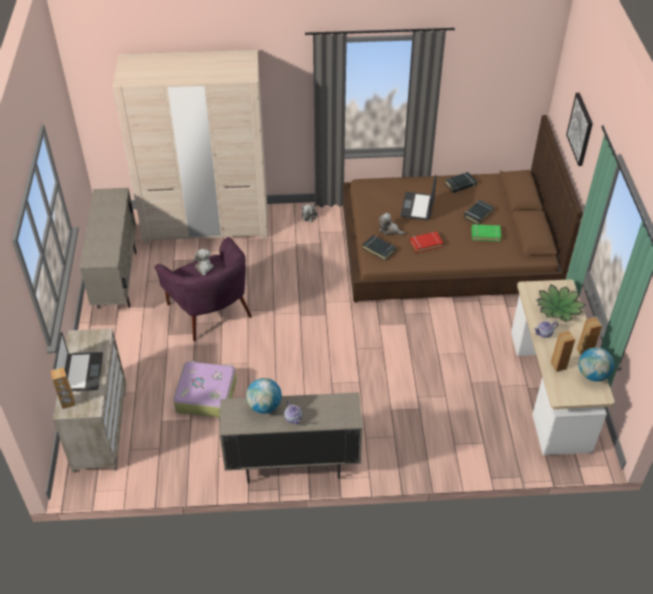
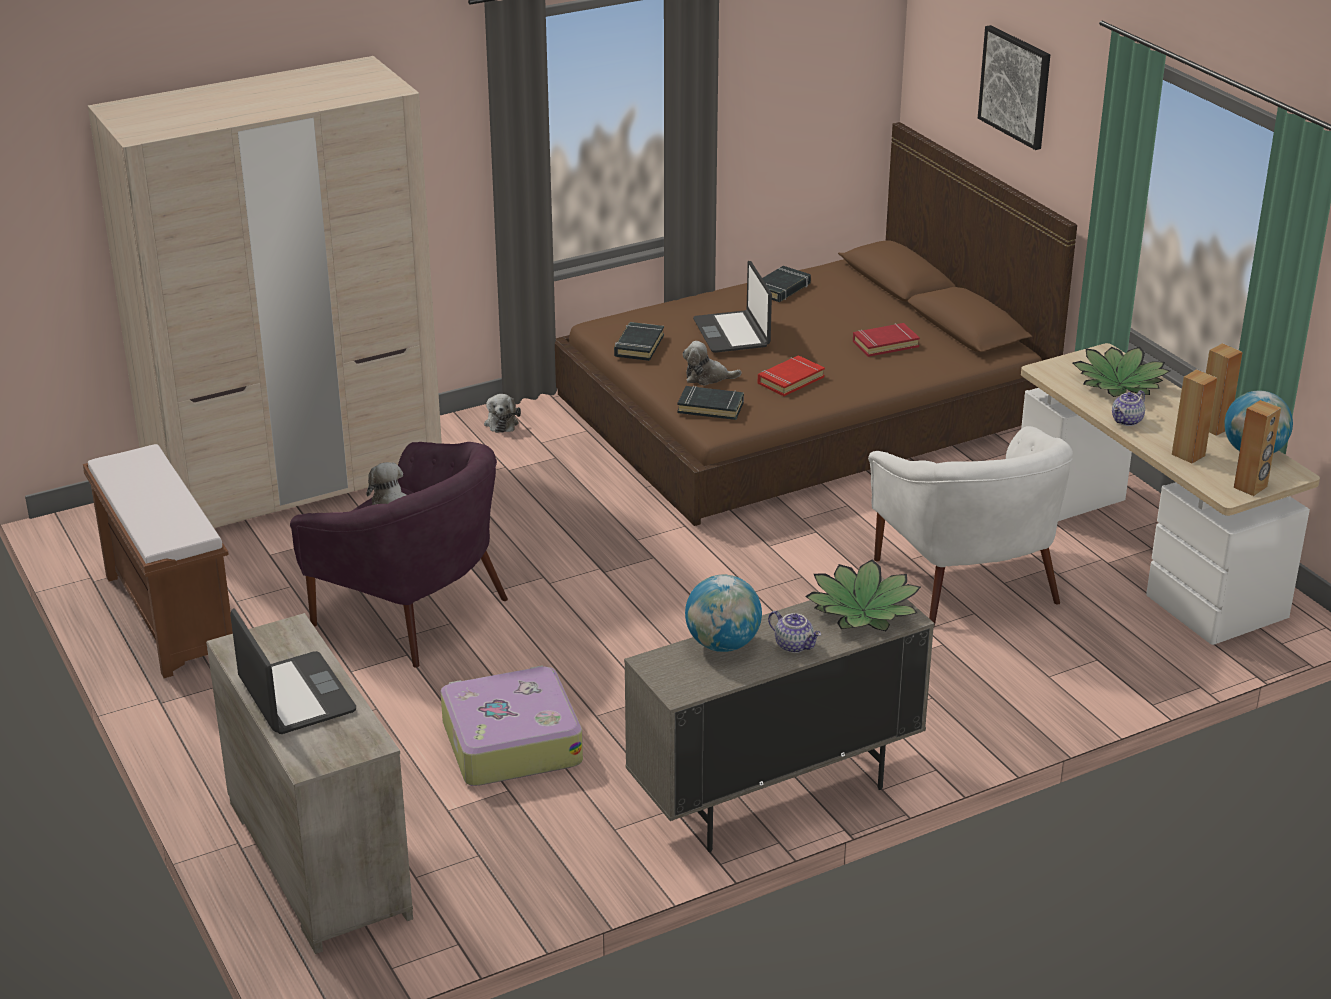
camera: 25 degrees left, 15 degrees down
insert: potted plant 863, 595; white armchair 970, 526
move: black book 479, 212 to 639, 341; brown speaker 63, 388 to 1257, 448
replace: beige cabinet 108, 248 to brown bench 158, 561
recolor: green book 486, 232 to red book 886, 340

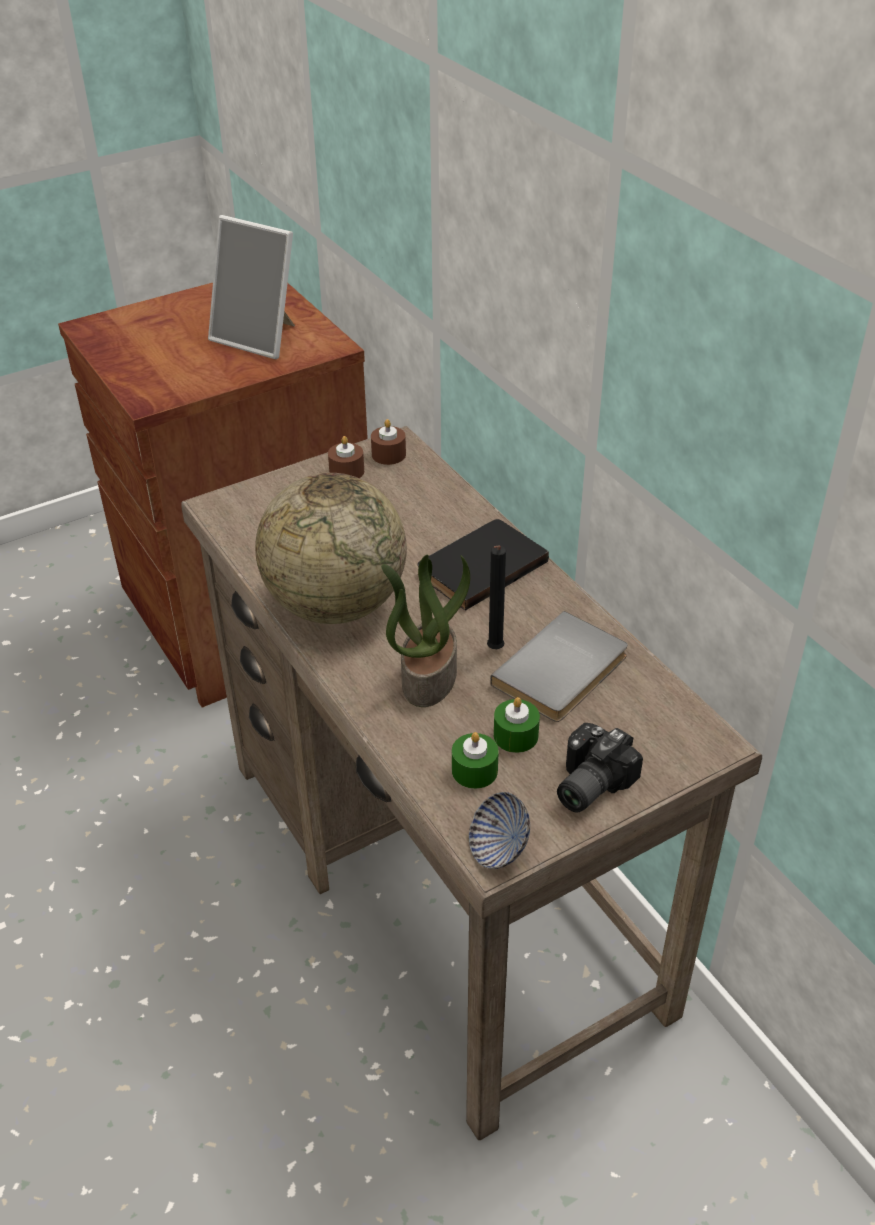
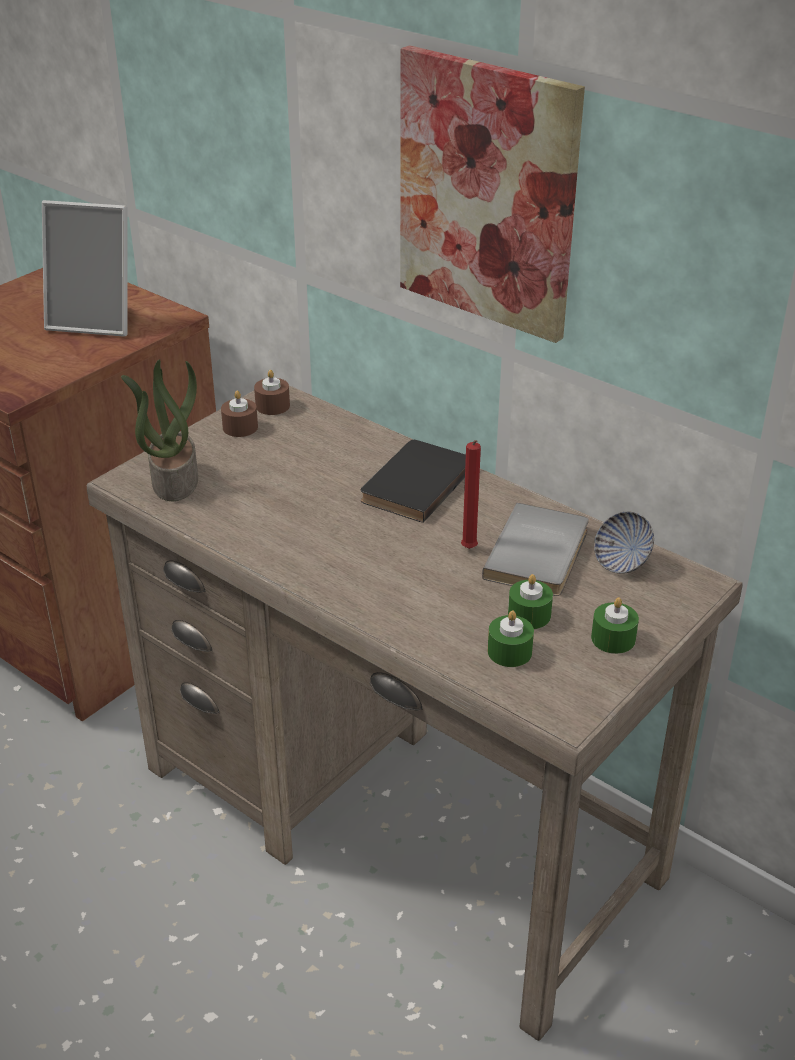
camera: 20 degrees left, 5 degrees down
delete: globe 331, 548
insert: picture 492, 194
move: potted plant 425, 631 to 159, 430; bowl 499, 830 to 624, 542
replace: photo camera 600, 768 to green candle 615, 625
recolor: black candle 496, 597 to red candle 471, 494

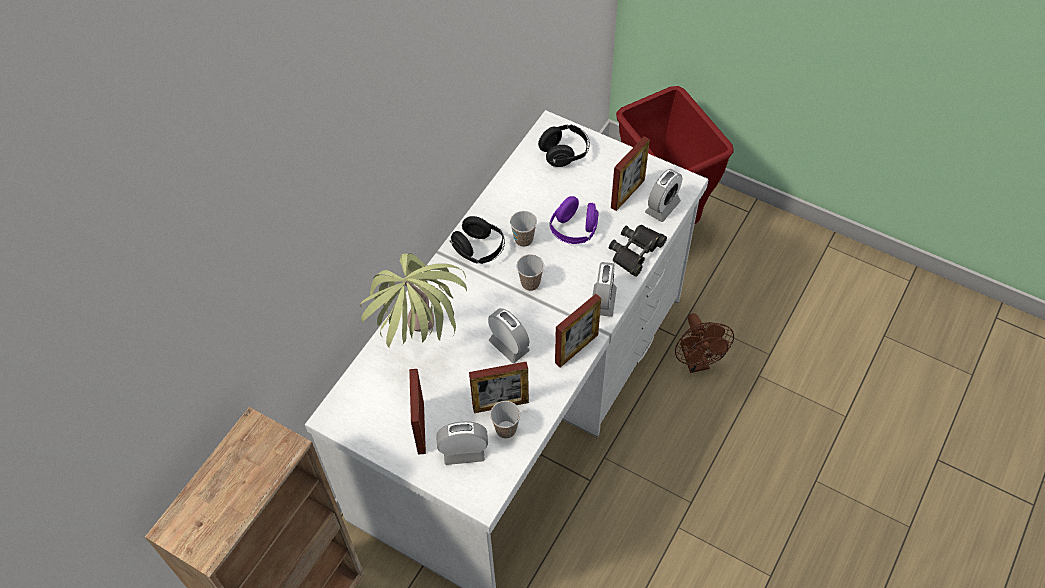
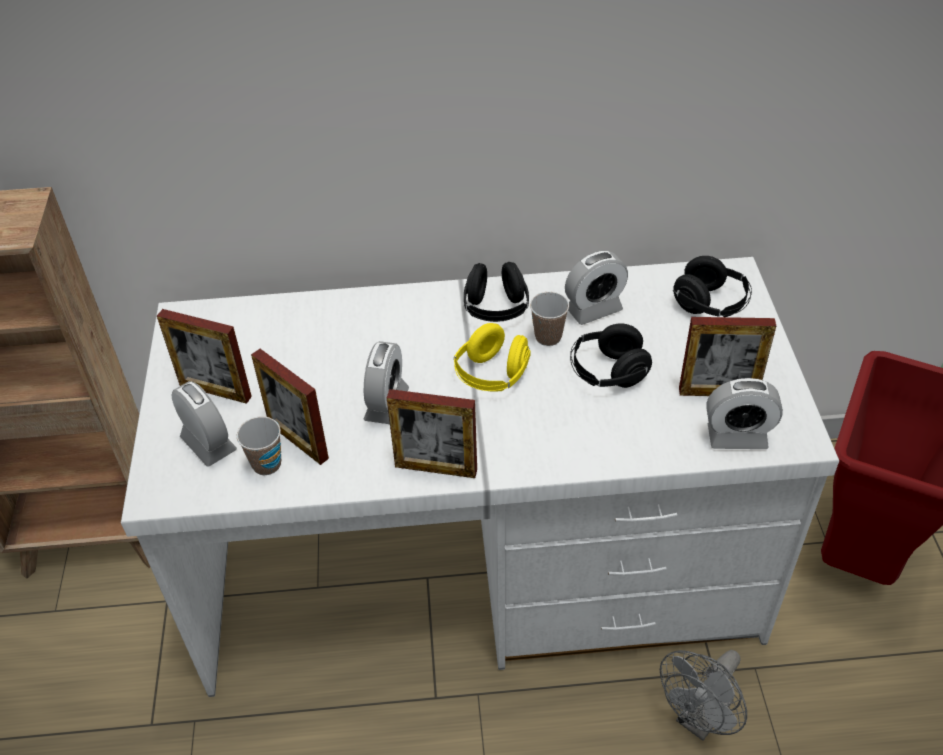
camera: 55 degrees right, 10 degrees down
delete: potted plant 413, 300; black binoculars 638, 251
move: alarm clock 604, 289 to 596, 288
replace: cup 530, 272 to yellow headphones 492, 357
recolor: purple headphones 574, 220 to black headphones 611, 355; brown fan 704, 343 to grey fan 703, 695
rotate: picture frame 417, 412 = 204, 356 120 degrees counterclockwise

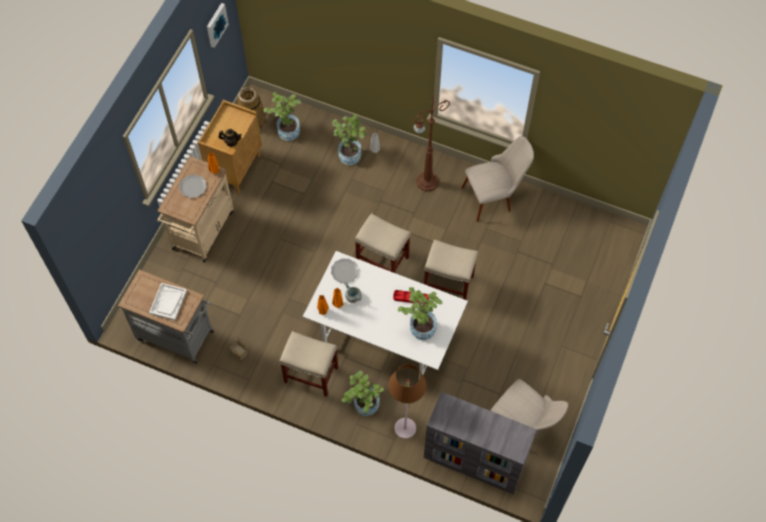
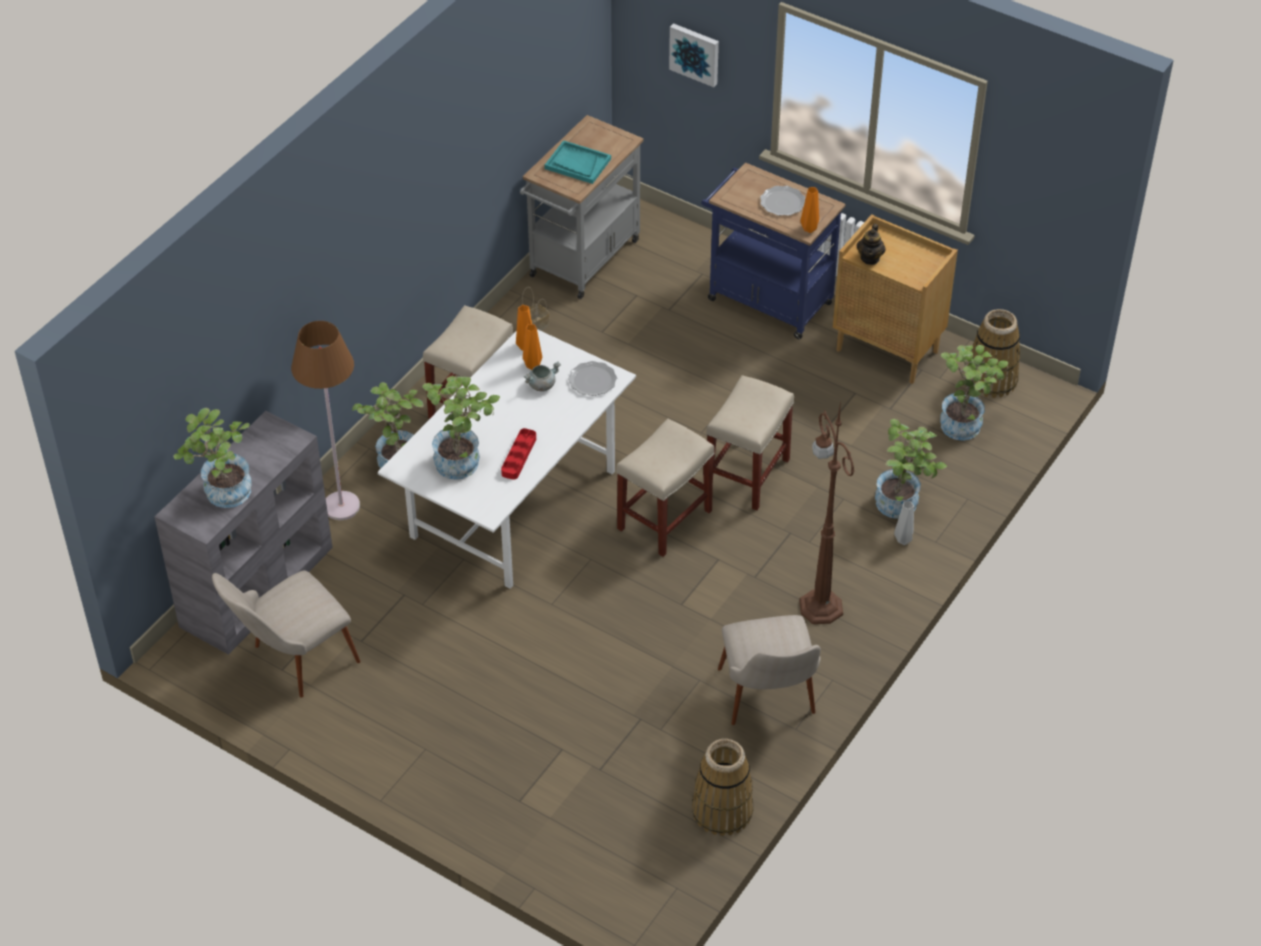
camera: 100 degrees right, 15 degrees down
insert: potted plant 213, 458; basket 722, 787
move: picture 218, 25 to 694, 55; beige stool 451, 269 to 750, 442
recolor: white tray 168, 301 to turquoise tray 578, 162; beige cart 195, 209 to blue cart 773, 250

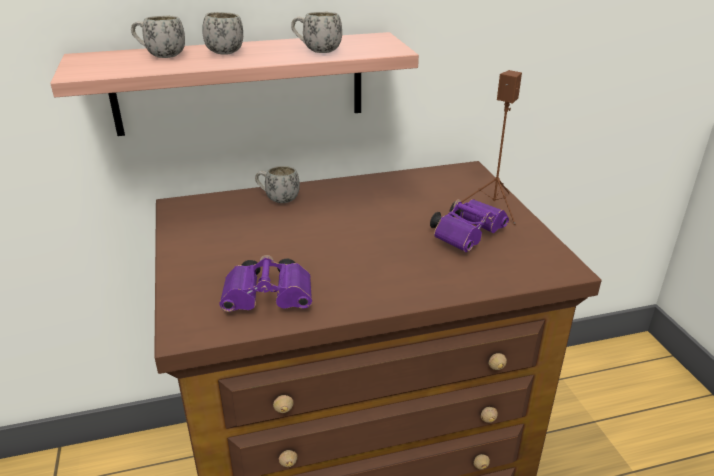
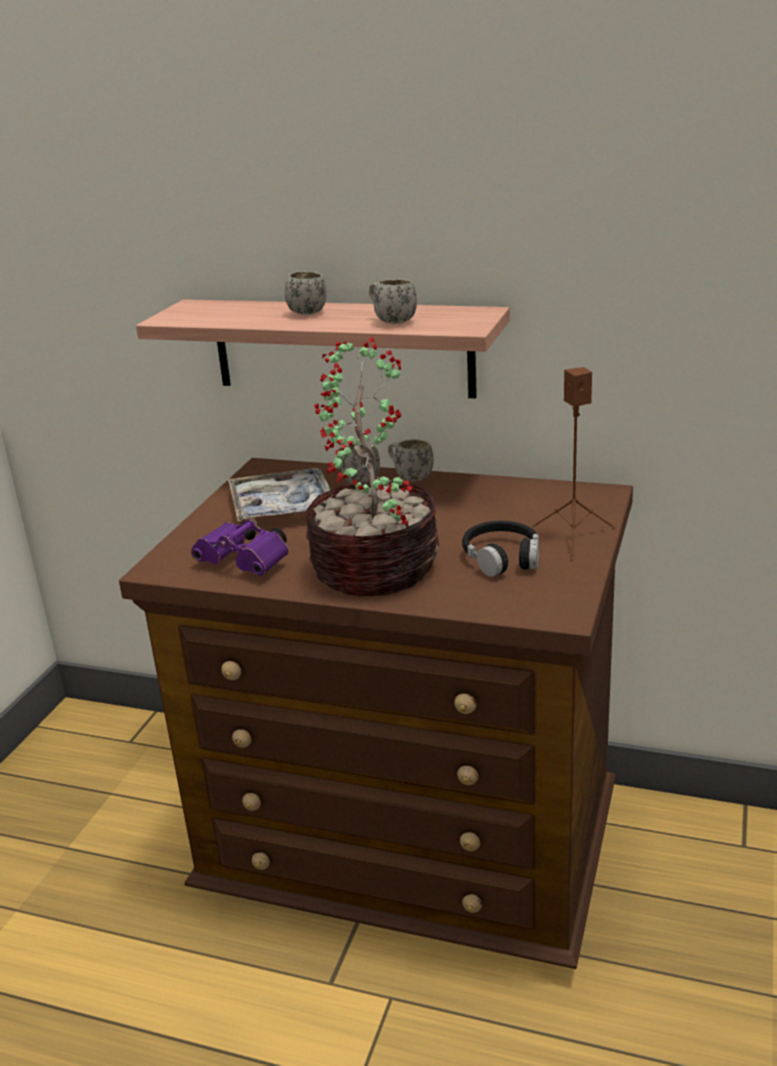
camera: 35 degrees right, 5 degrees down
insert: tray 280, 494; potted plant 373, 467
move: white mug 158, 37 to 411, 460
replace: purple binoculars 469, 225 to black headphones 500, 549

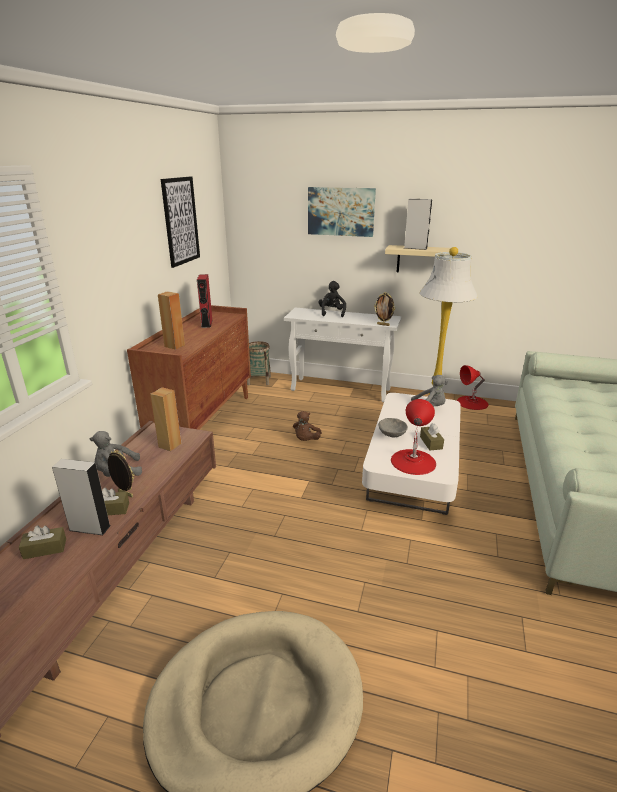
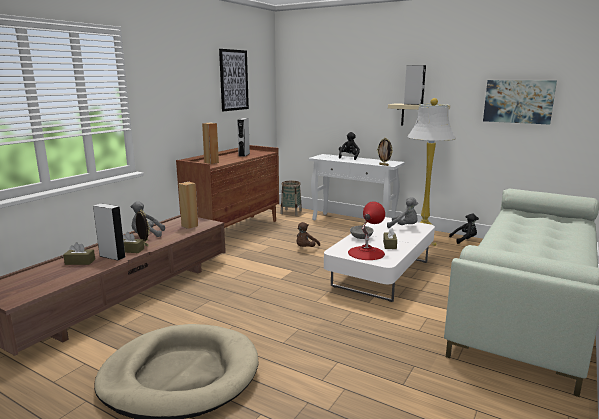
camera: 15 degrees right, 10 degrees down
move: picture 342, 212 to 520, 102
replace: red table lamp 473, 387 to black plush toy 464, 229
recolor: red speaker 205, 301 to grey speaker 243, 137

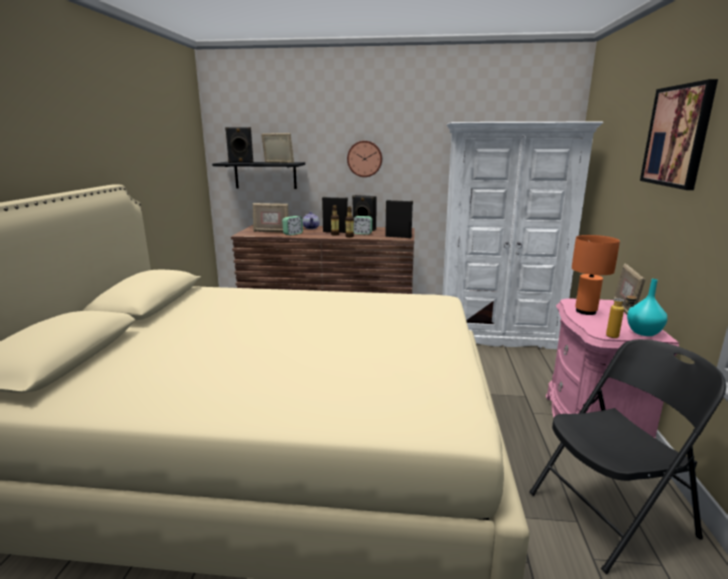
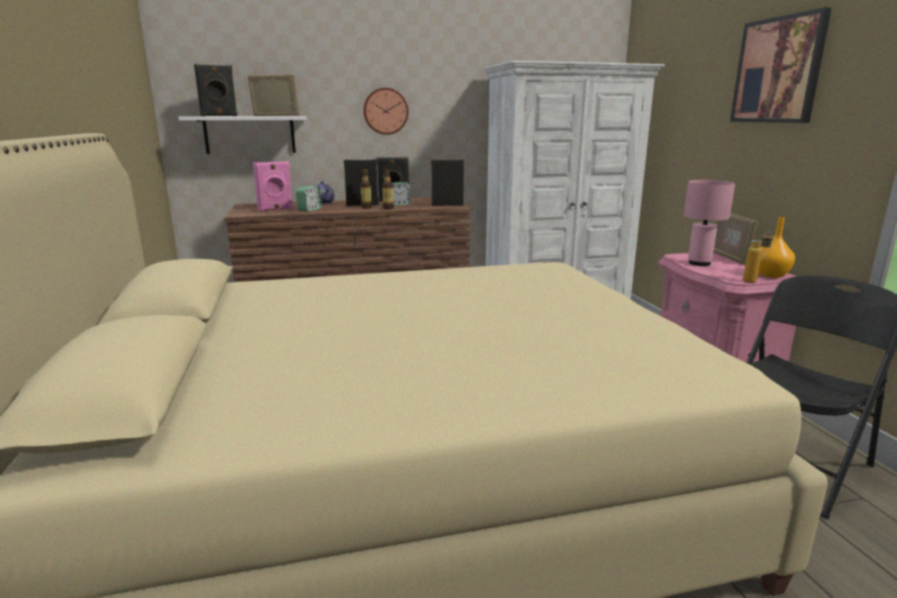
camera: 20 degrees left, 0 degrees up
replace: picture frame 270, 217 to pink speaker 273, 186
recolor: black shelf 258, 175 to white shelf 242, 135; orange table lamp 596, 275 to pink table lamp 709, 223; turquoise vase 647, 307 to orange vase 777, 247

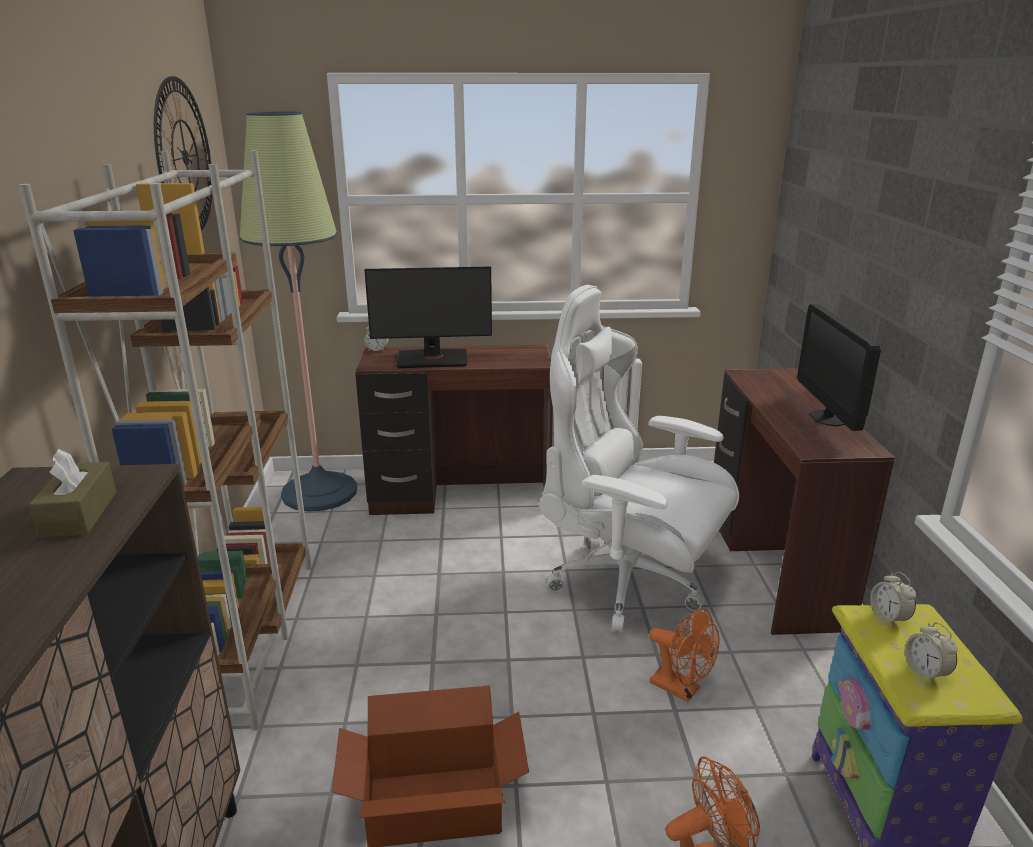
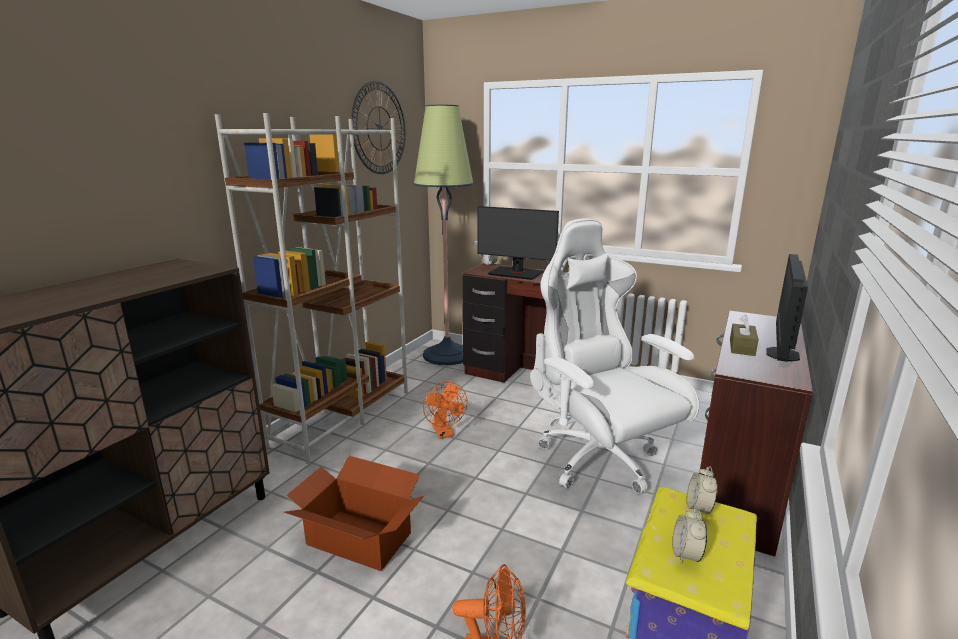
camera: 30 degrees right, 5 degrees down
move: orange fan 684, 655 to 445, 410; brown tissue box 72, 493 to 744, 335

